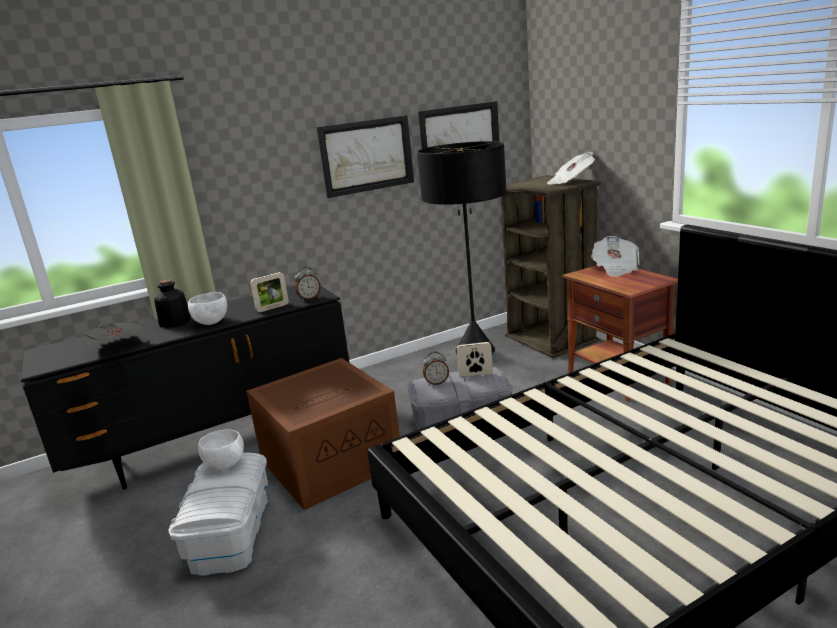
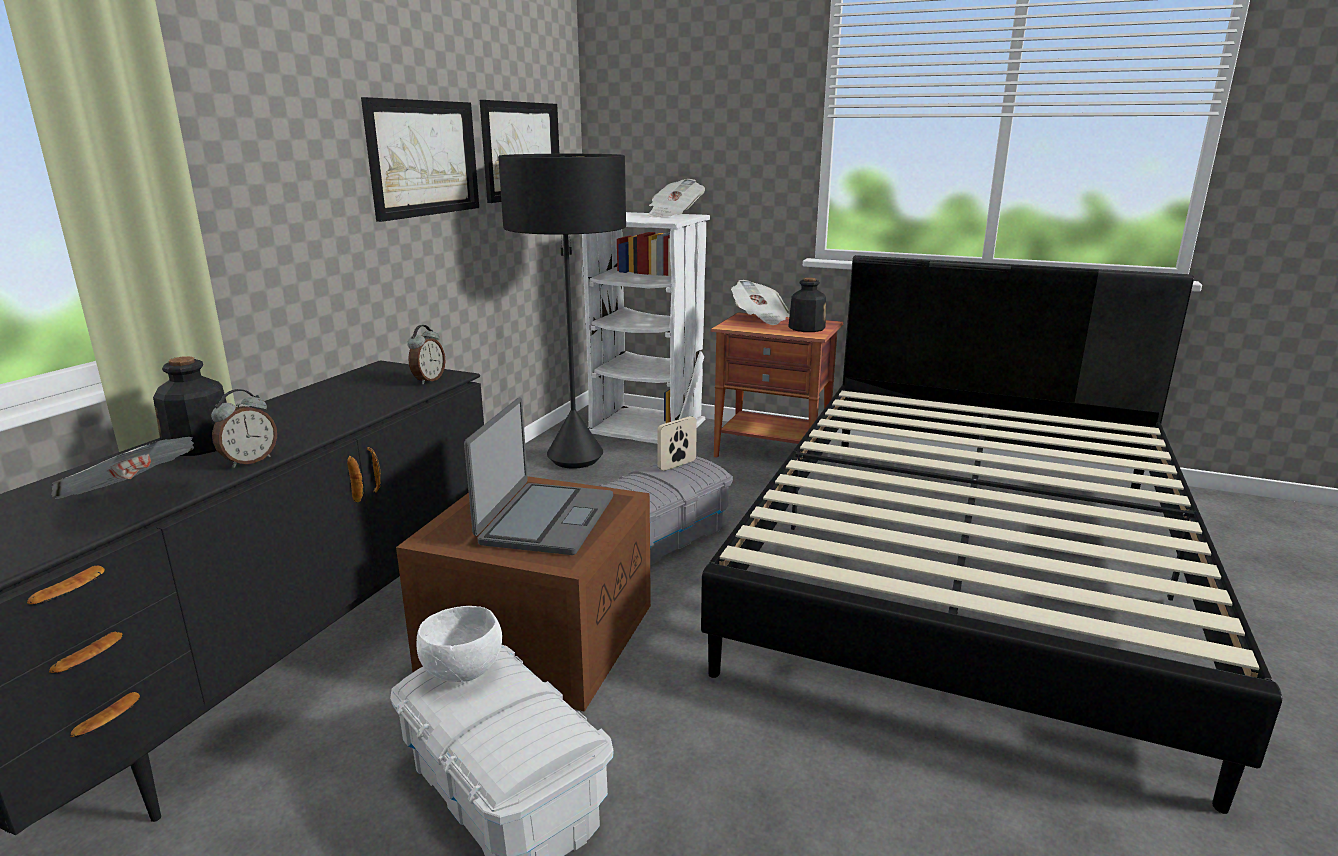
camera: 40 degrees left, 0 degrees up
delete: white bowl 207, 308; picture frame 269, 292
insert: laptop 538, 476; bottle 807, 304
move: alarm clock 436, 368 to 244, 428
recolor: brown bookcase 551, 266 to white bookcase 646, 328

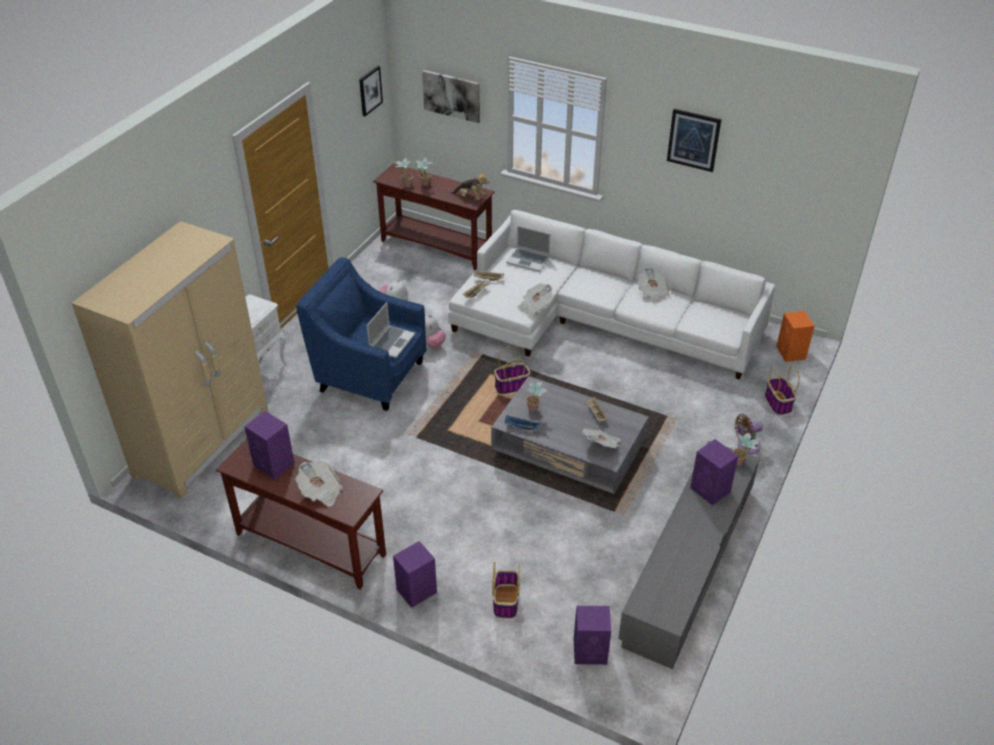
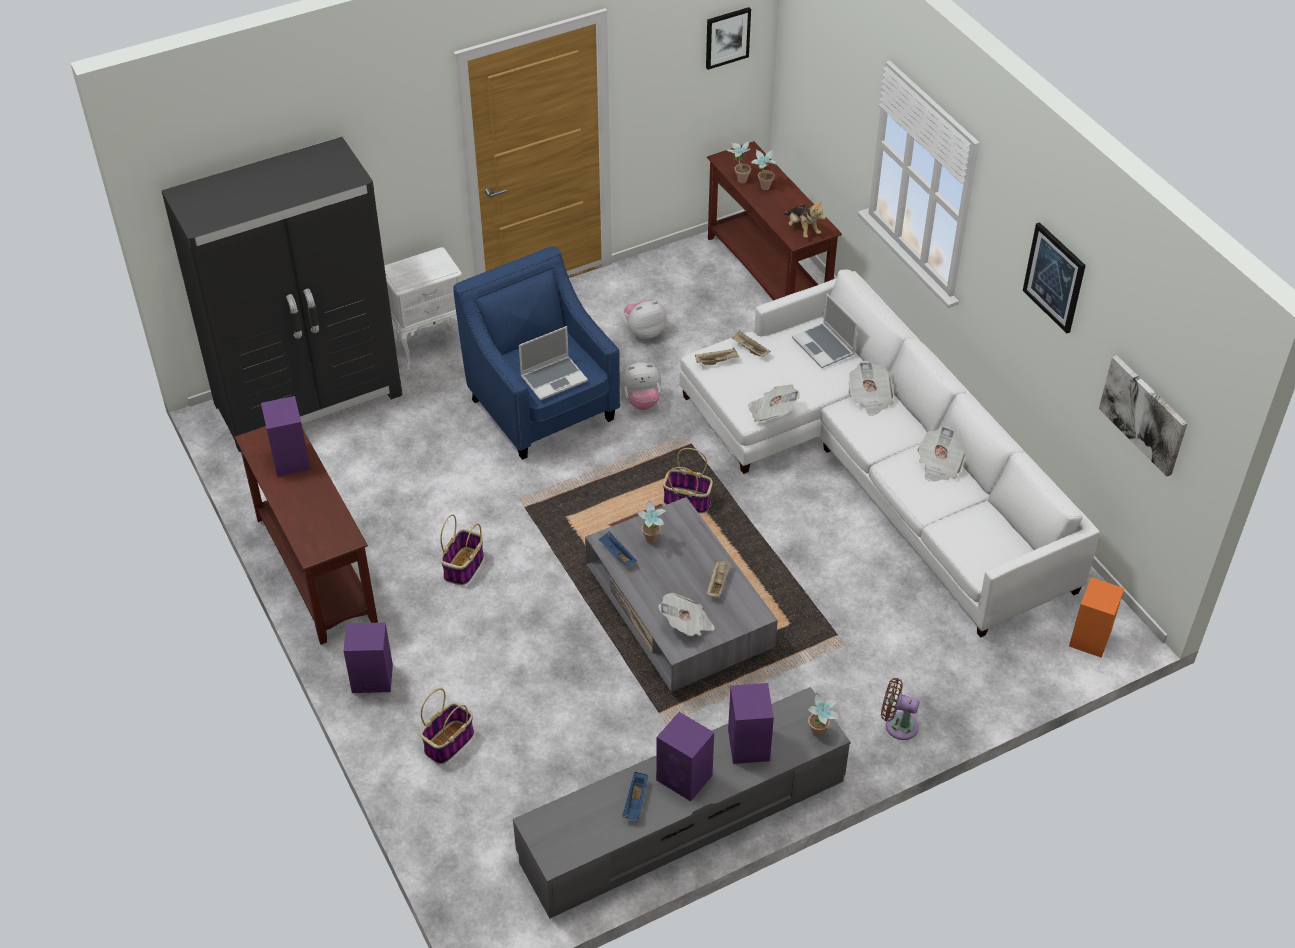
camera: 35 degrees right, 5 degrees up
insert: blue tray 635, 795
move: basket 782, 390 to 462, 549; purple speaker 592, 635 to 685, 756; newspaper 319, 484 to 871, 388; picture 451, 96 to 1143, 415
recolor: beige cabinet 170, 360 to black cabinet 282, 294

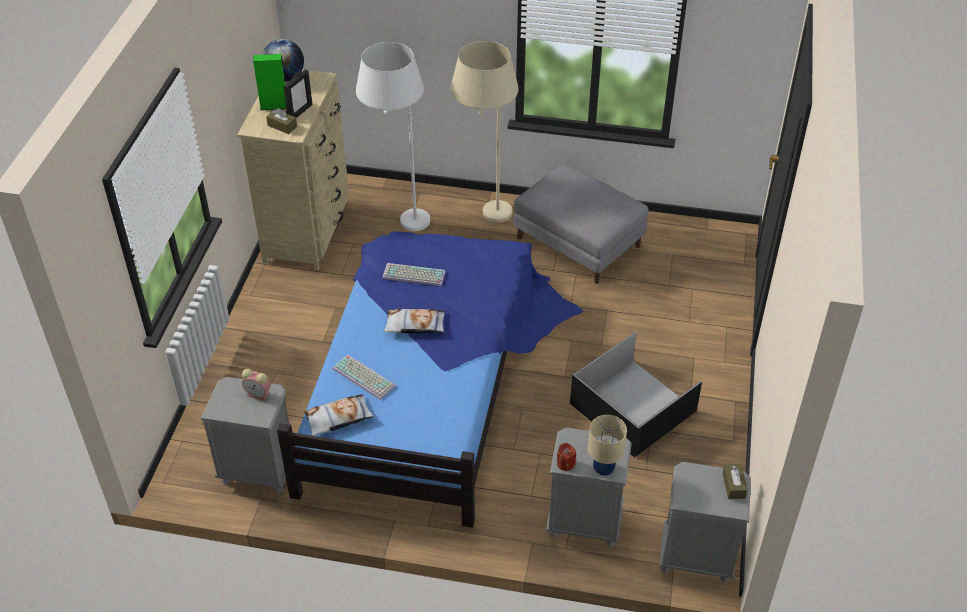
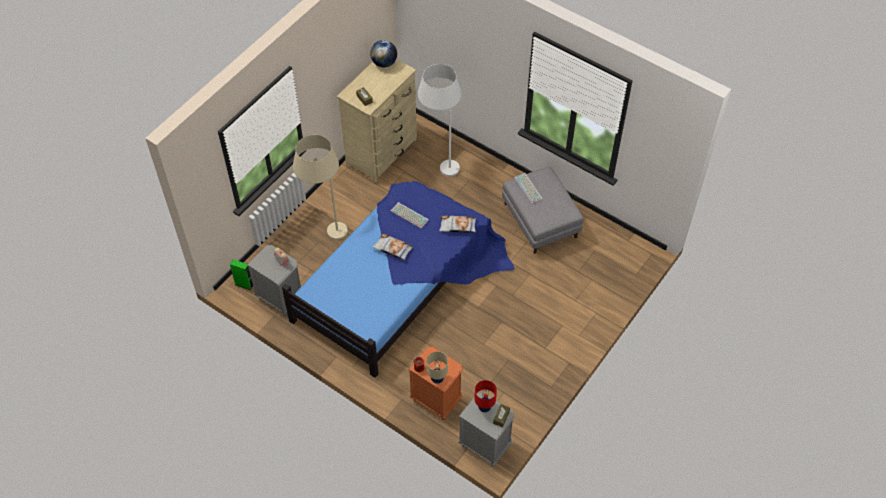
camera: 25 degrees right, 10 degrees up
delete: picture frame 298, 93; black storage box 636, 394
insert: red table lamp 485, 396
move: green speaker 270, 82 to 241, 274; beige floor lamp 484, 131 to 320, 187; pillow 339, 415 to 457, 224; keyboard 364, 377 to 528, 188
recolor: grey nightstand 589, 487 to orange nightstand 435, 383

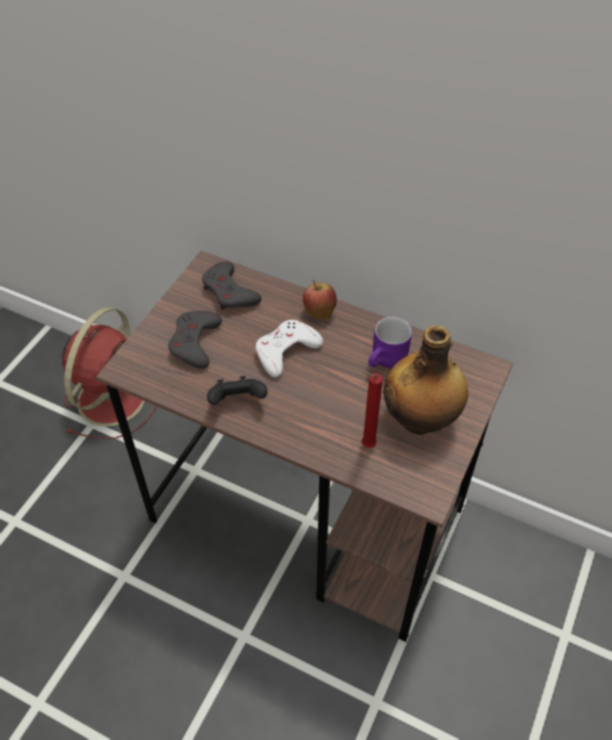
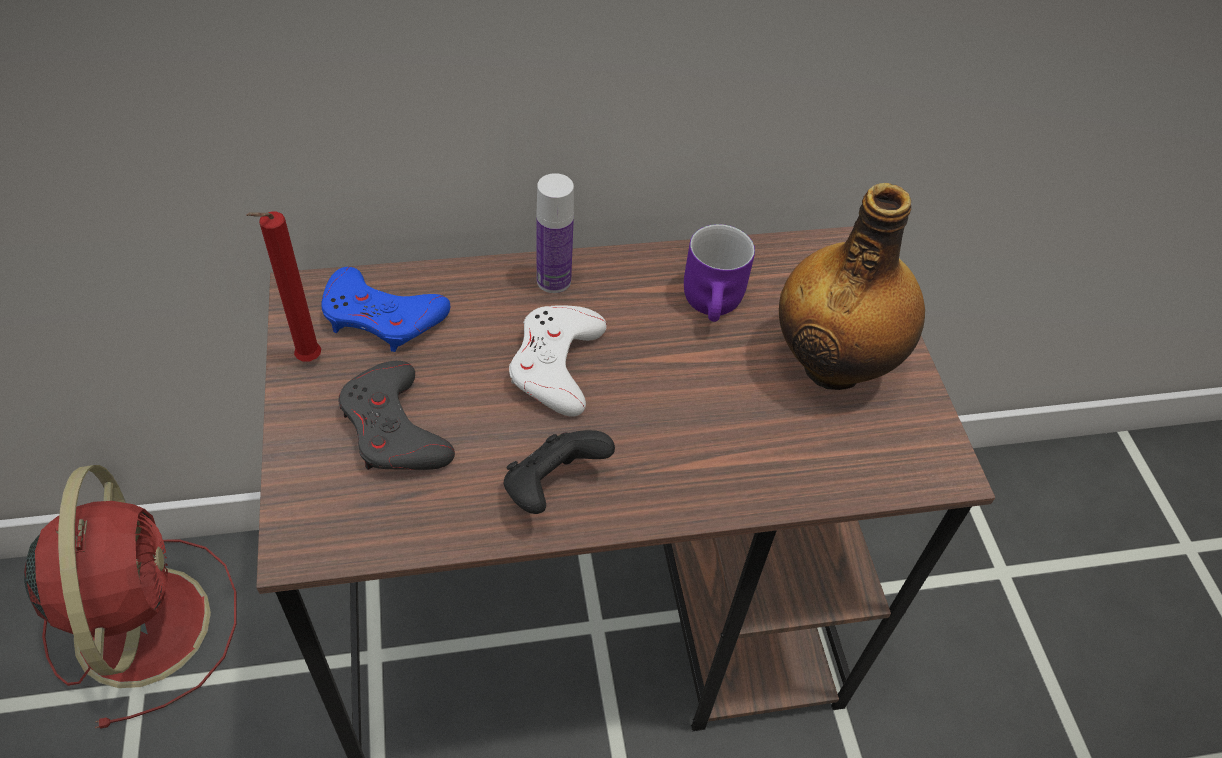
camera: 40 degrees left, 0 degrees up
move: red candle 372, 410 to 284, 286
replace: apple 320, 299 to bottle 555, 233
recolor: grey game controller 232, 285 to blue game controller 385, 309

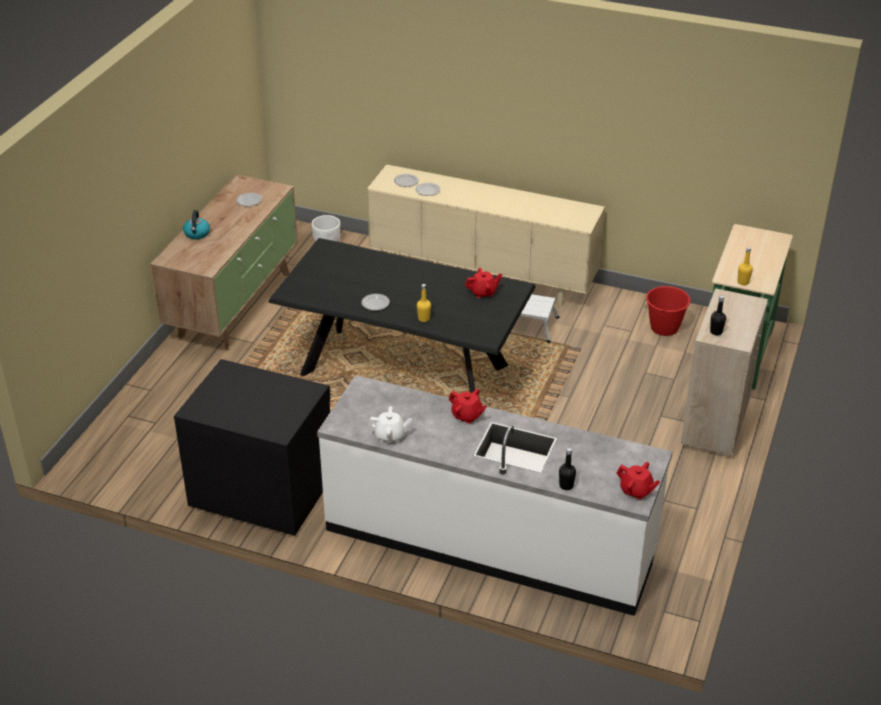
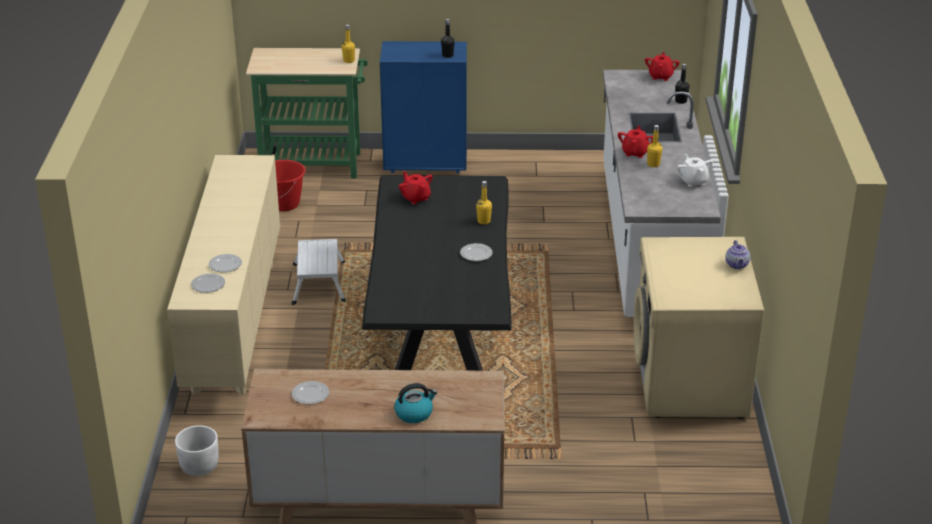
camera: 110 degrees left, 5 degrees down
insert: yellow bottle 654, 146; teapot 737, 254
recolor: beige cabinet 724, 372 to blue cabinet 423, 107; black washing machine 252, 447 to beige washing machine 699, 328

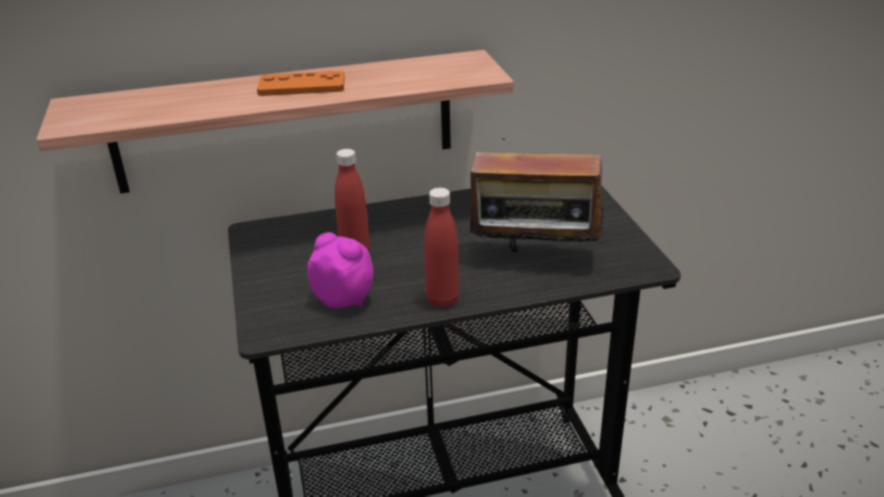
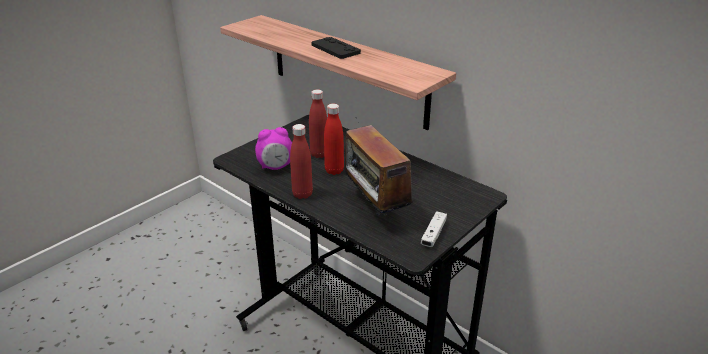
camera: 55 degrees right, 0 degrees up
insert: red bottle 334, 139; white game controller 434, 229
recolor: orange game controller 301, 83 to black game controller 336, 48
rotate: alarm clock 340, 270 = 273, 148 75 degrees clockwise

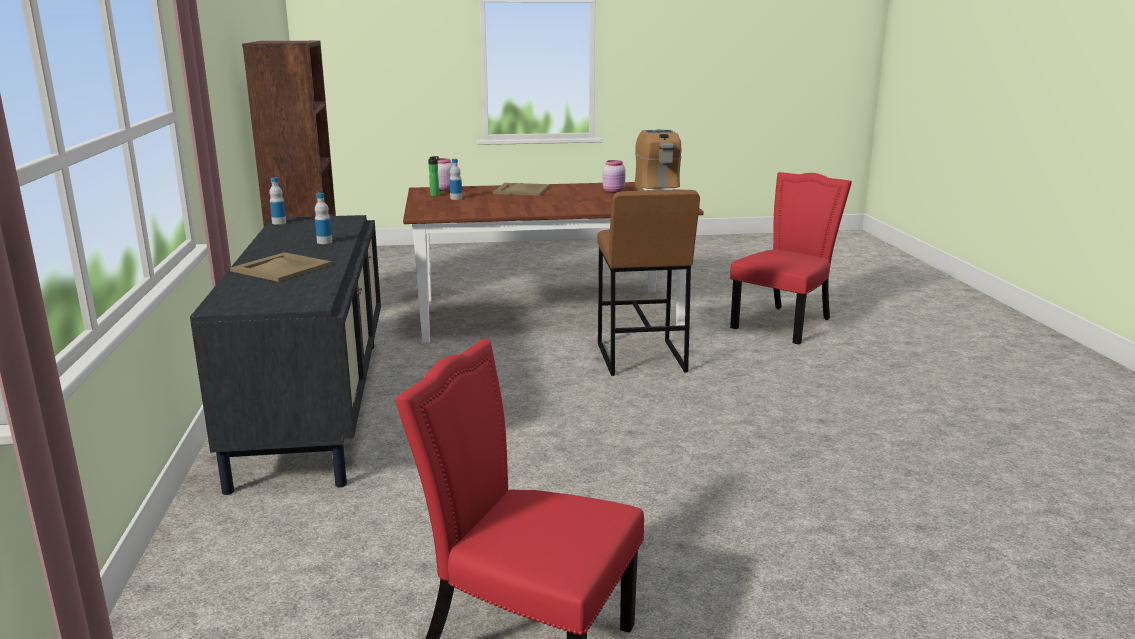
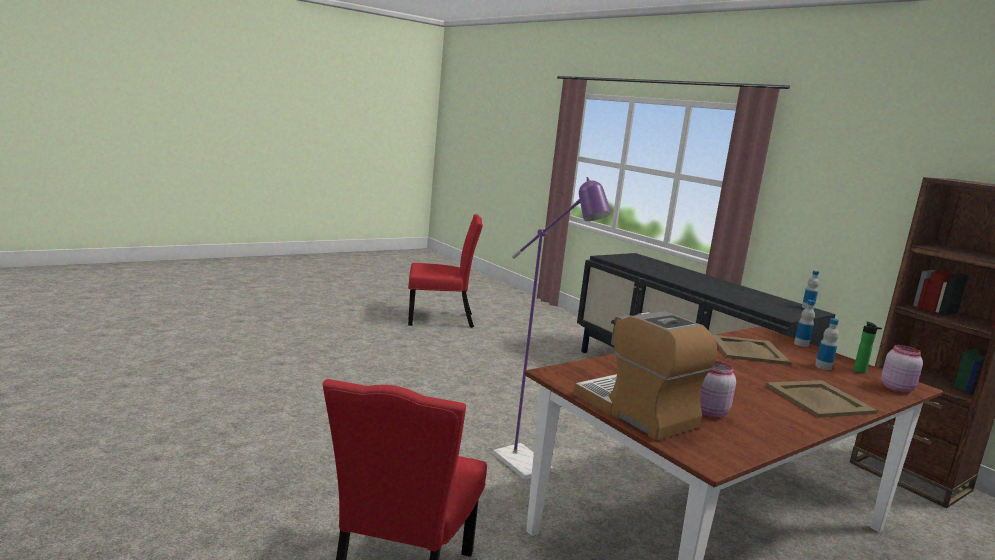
camera: 150 degrees right, 5 degrees down
move: beige tray 281, 267 to 751, 350; bottle 323, 218 to 804, 323
replace: brown stool 648, 283 to purple floor lamp 552, 328

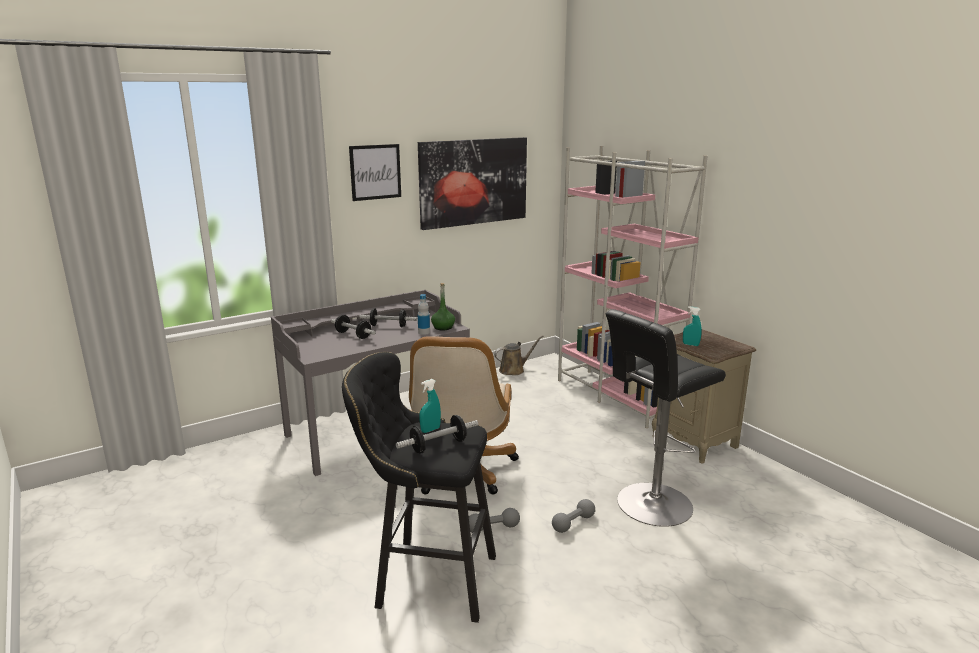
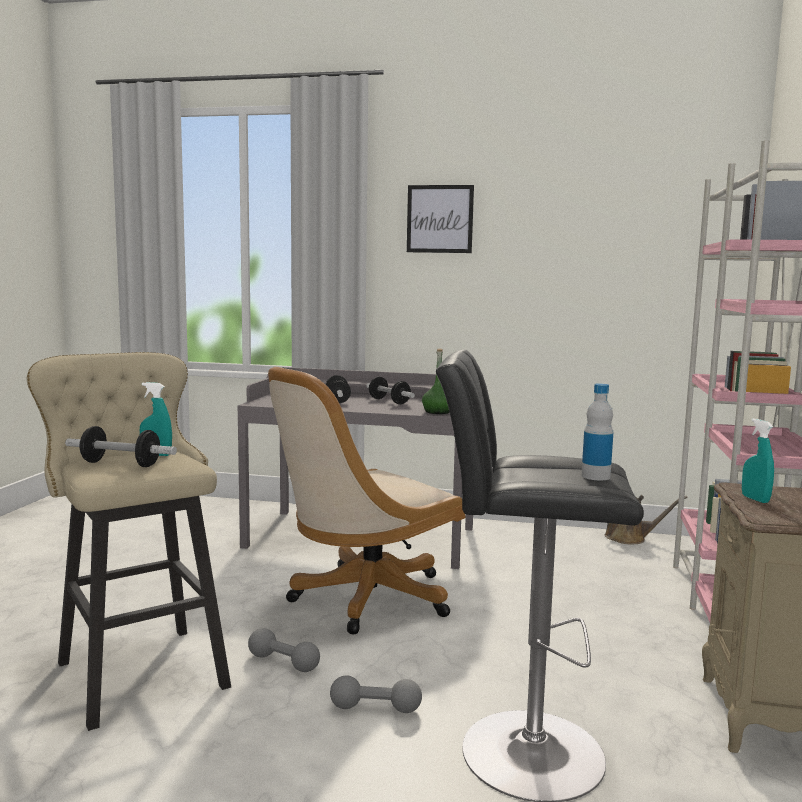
camera: 45 degrees right, 10 degrees down
delete: picture 472, 183
move: bottle 424, 314 to 597, 431
recolor: black stool 419, 487 to beige stool 129, 541

